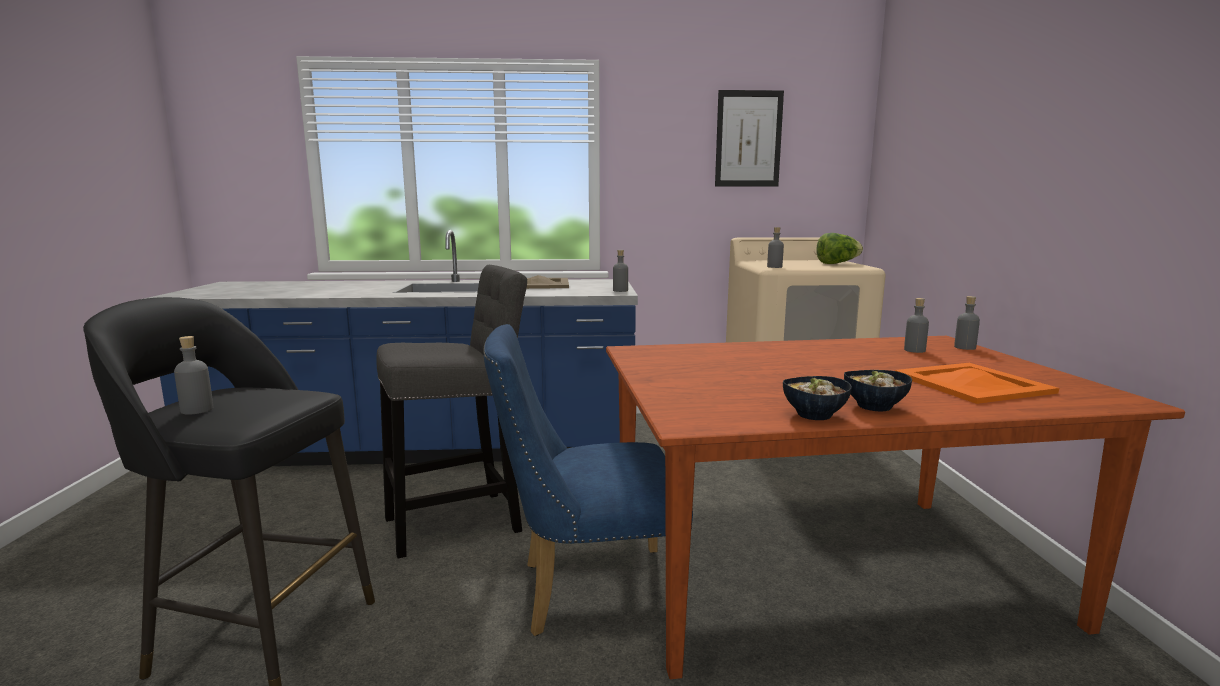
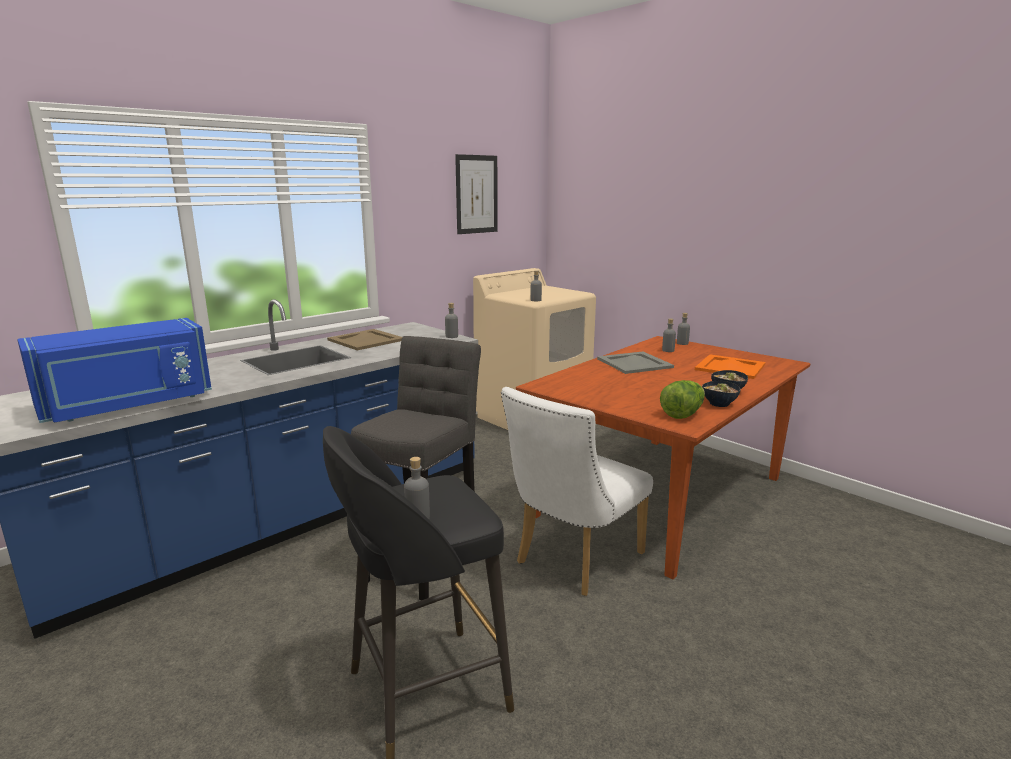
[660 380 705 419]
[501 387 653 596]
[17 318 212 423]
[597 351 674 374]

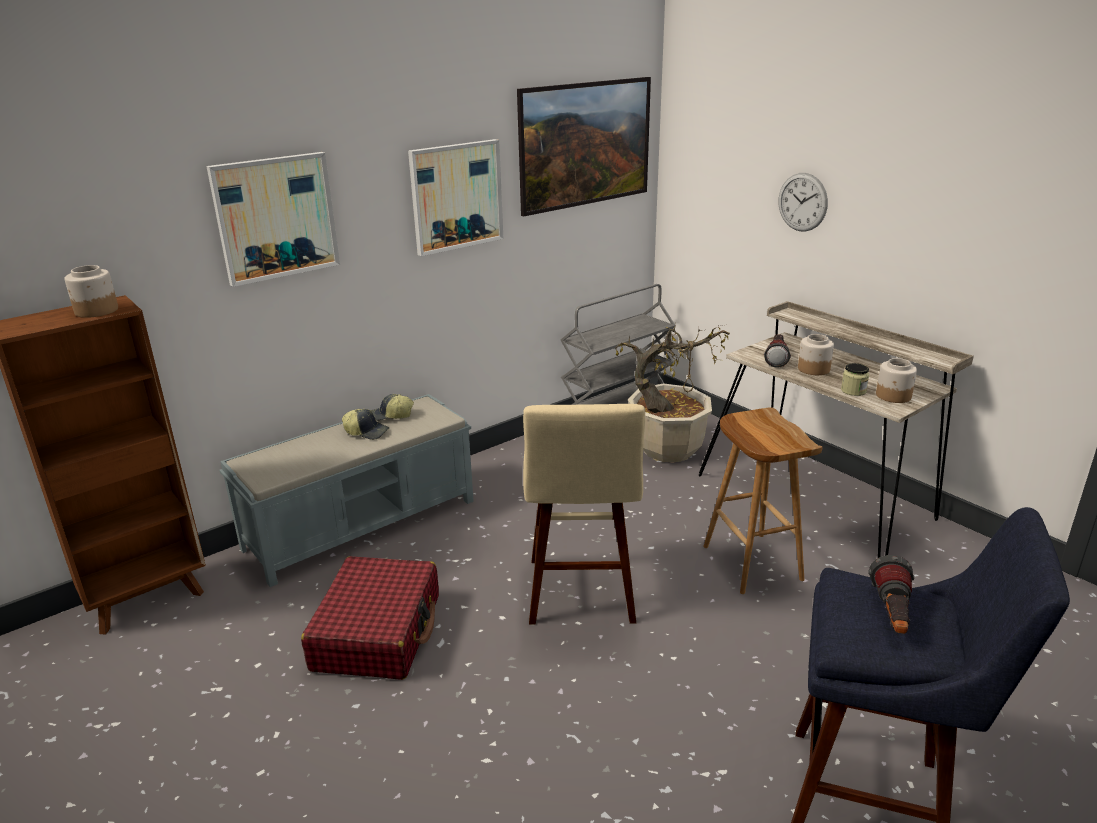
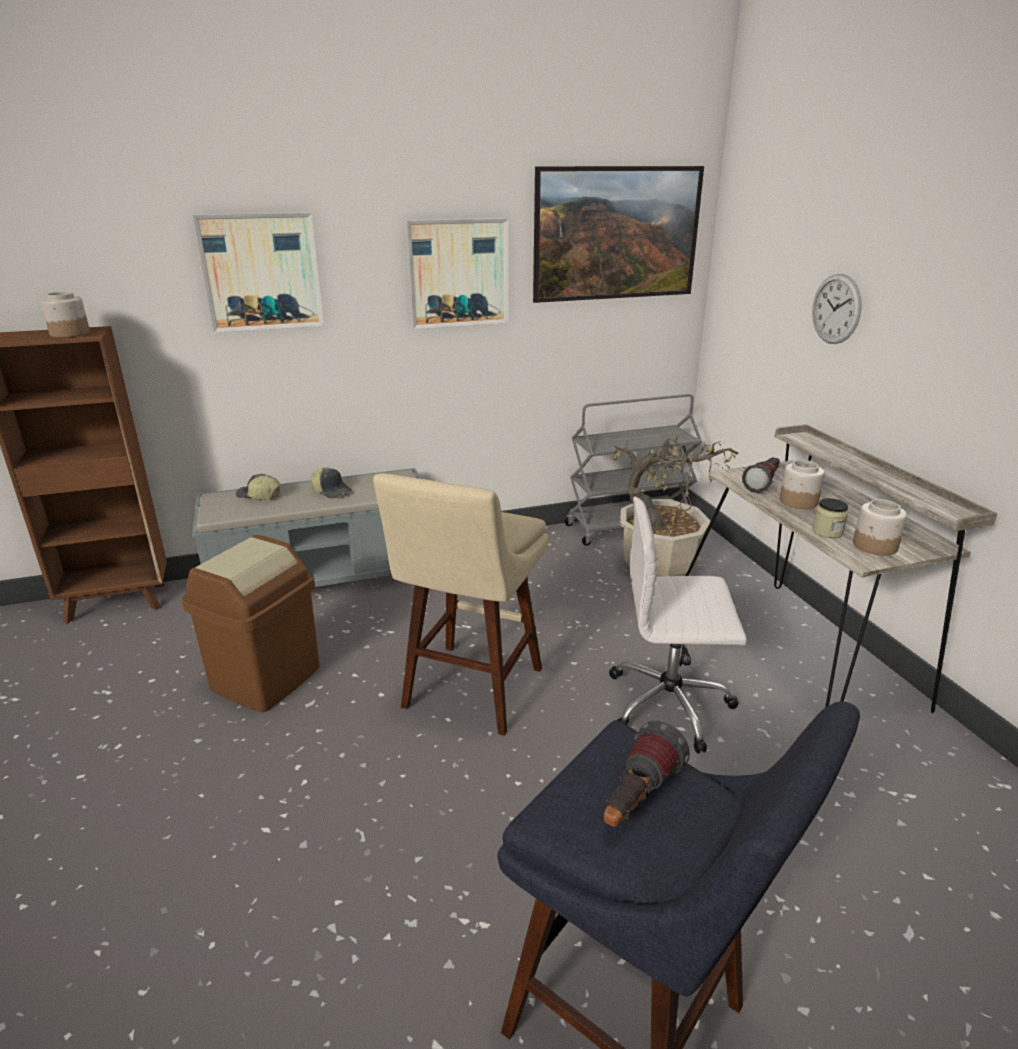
[236 474 280 500]
[609 496 747 754]
[182 535 320 712]

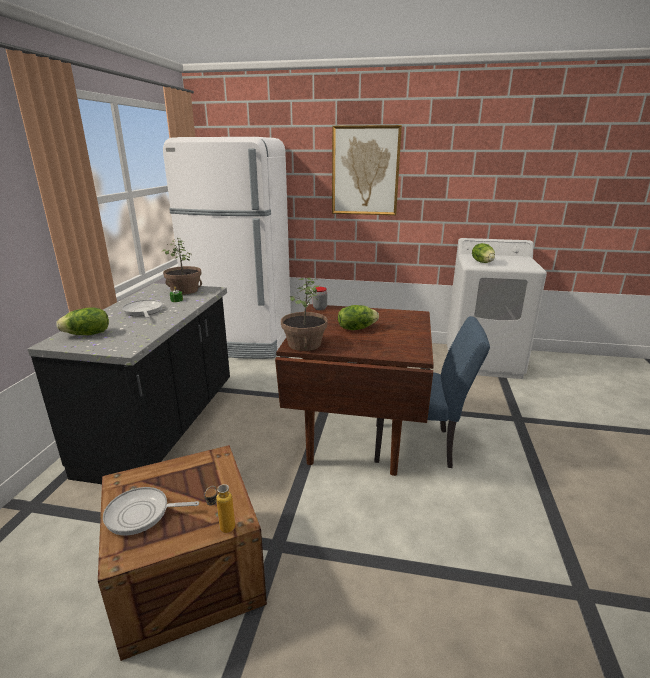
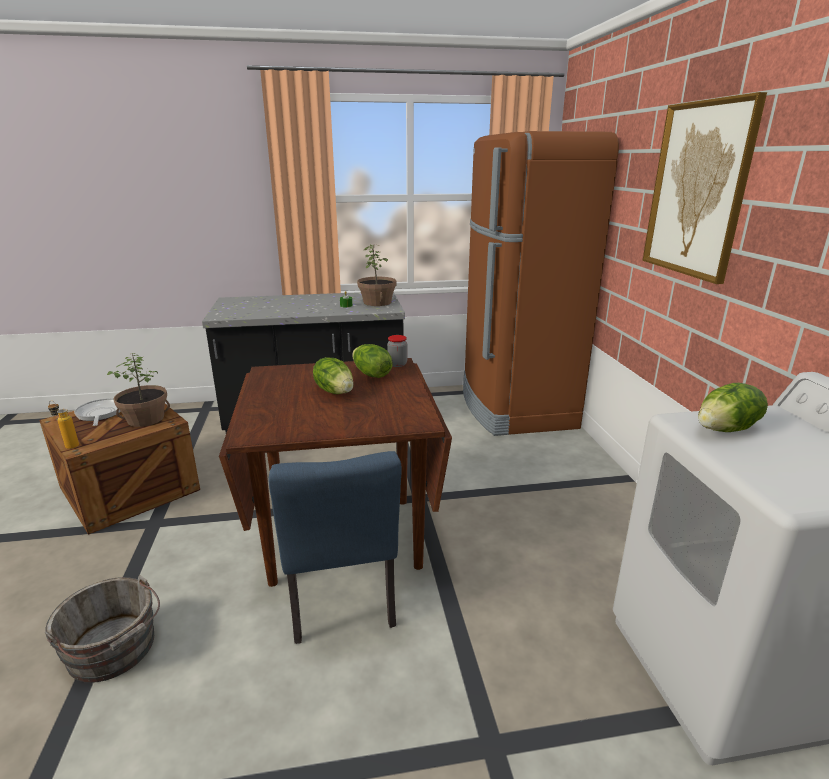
[463 131 619 436]
[107 353 170 427]
[122 300 163 318] (first image)
[352 344 392 378]
[45 575 160 683]

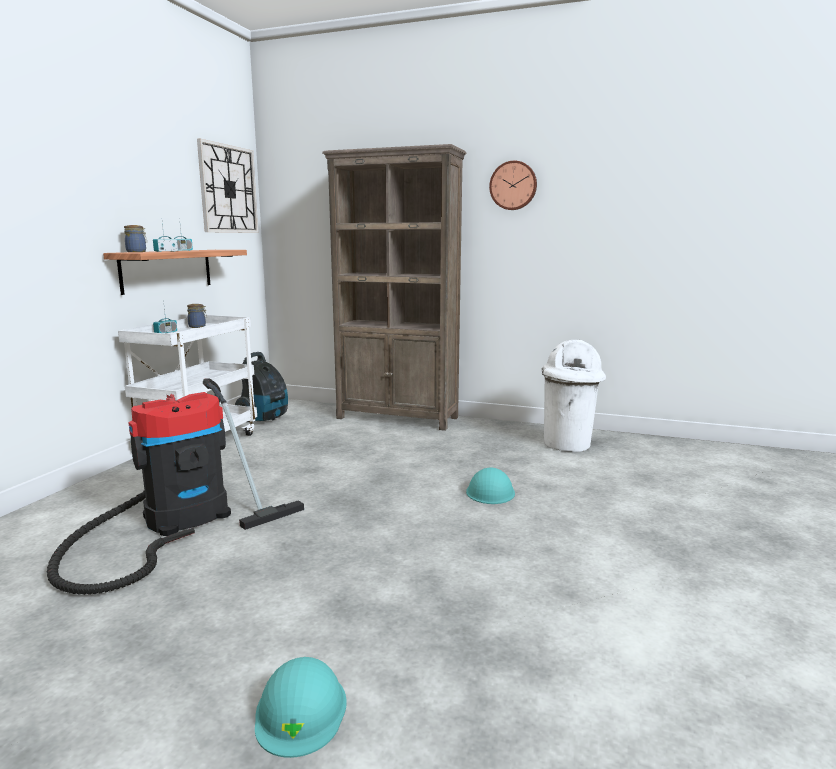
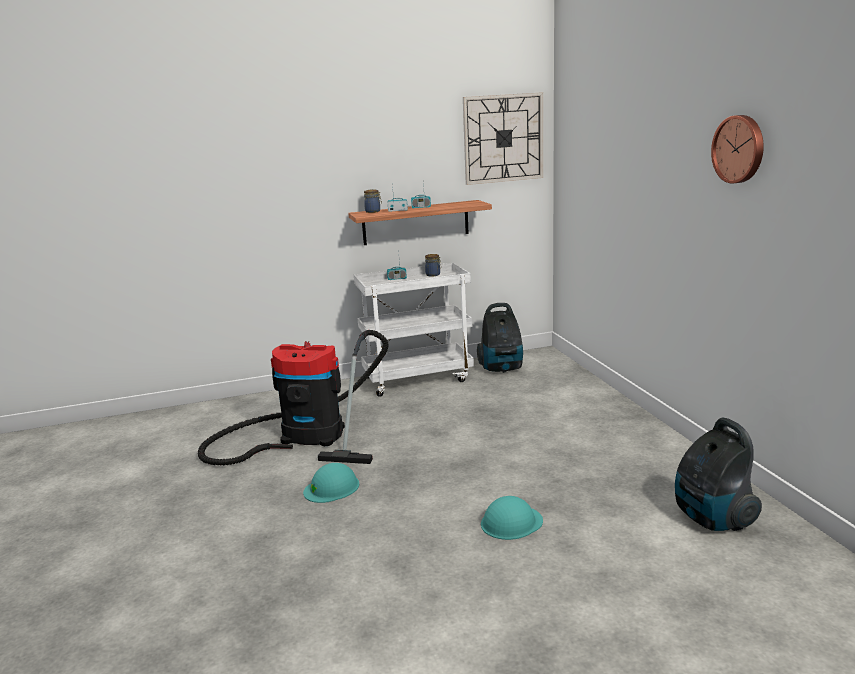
[322 144 466 431] (first image)
[675 418 762 531]
[303 463 359 503]

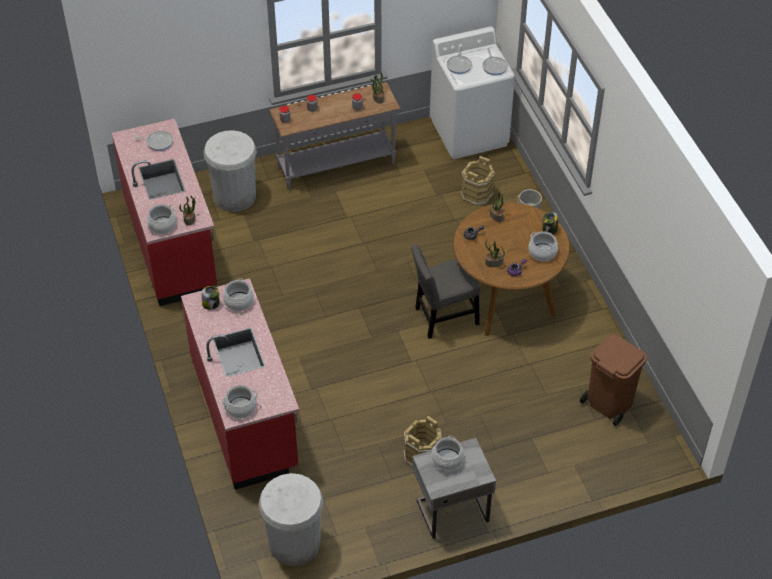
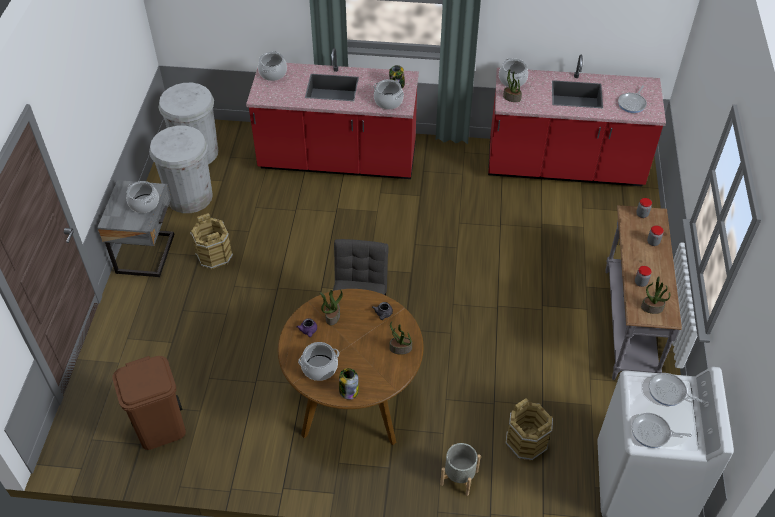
[149 126 213 213]

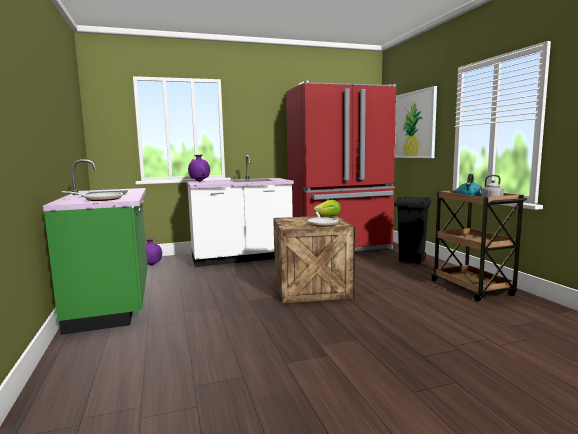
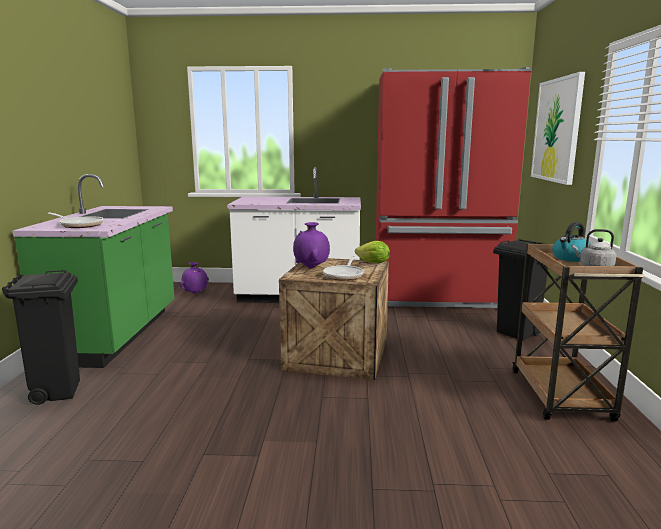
[293 222 330 269]
[2 270 80 405]

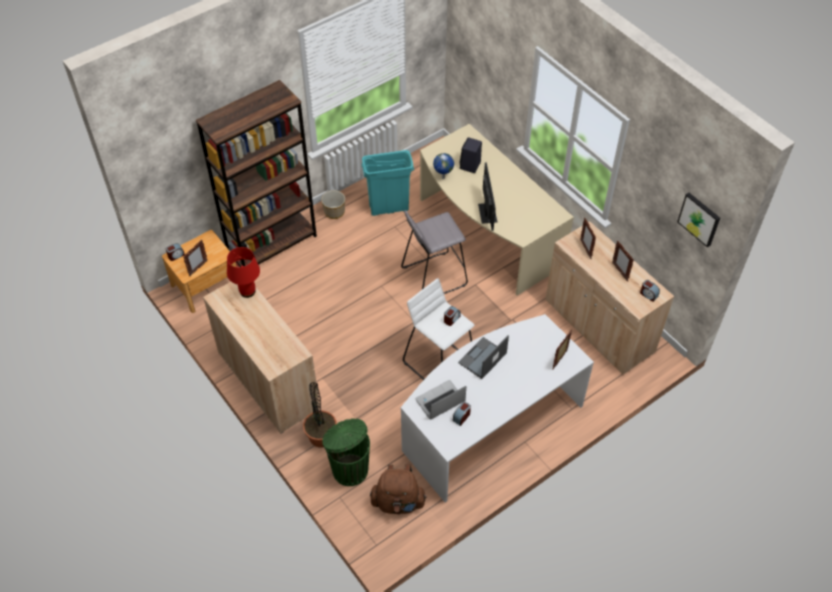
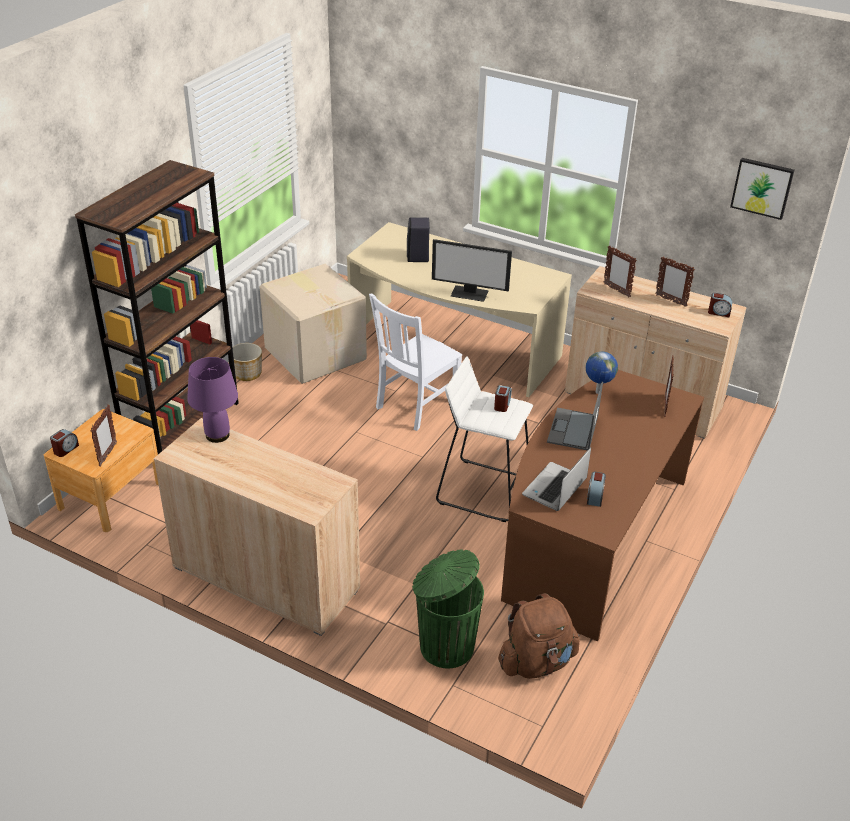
[260 264 367 384]
[586 351 618 394]
[432 239 512 302]
[369 294 462 431]
[187 357 238 443]
[501 370 704 641]
[303 382 337 448] (first image)

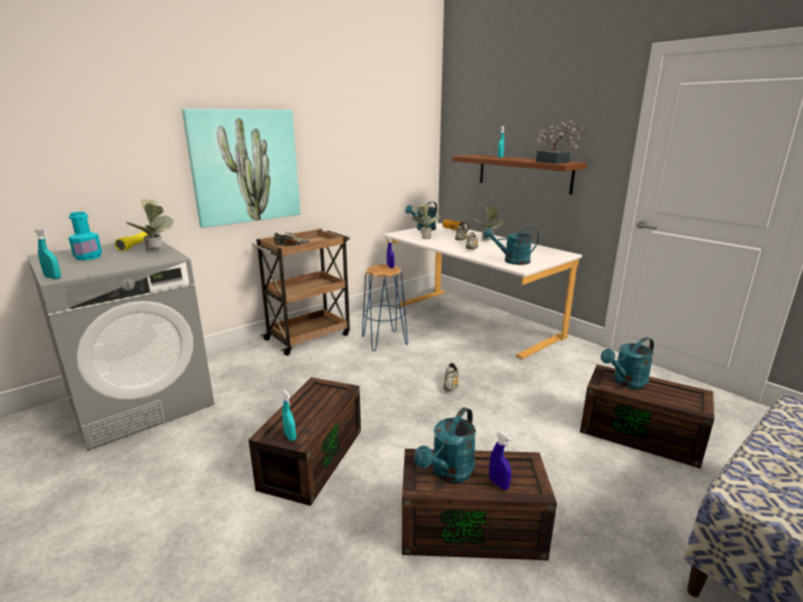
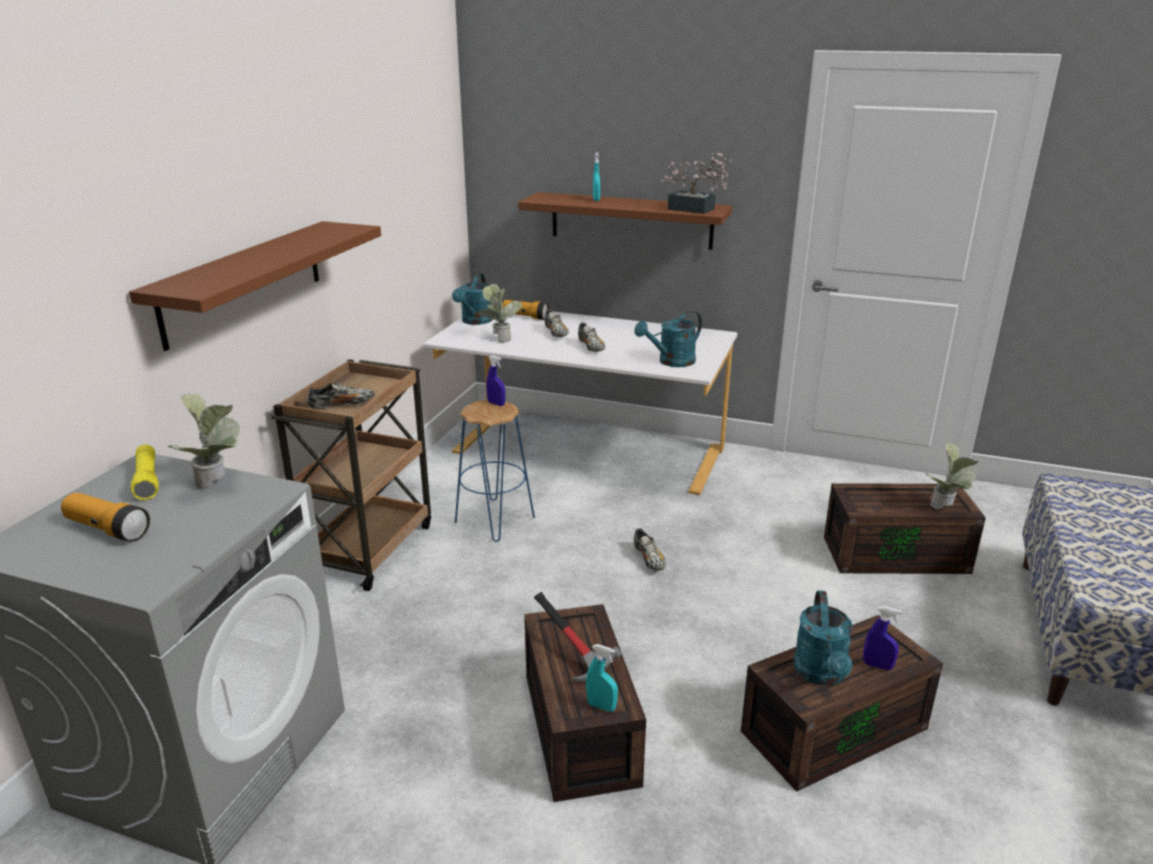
[129 221 381 351]
[925 442 979 510]
[61 493 150 542]
[35 228 61 279] (first image)
[601 337 654 389] (first image)
[534 592 622 682]

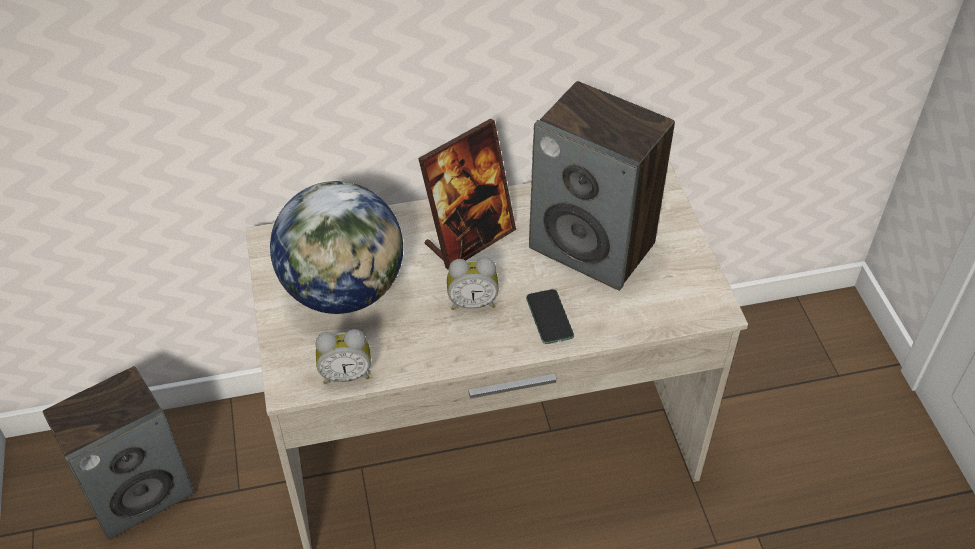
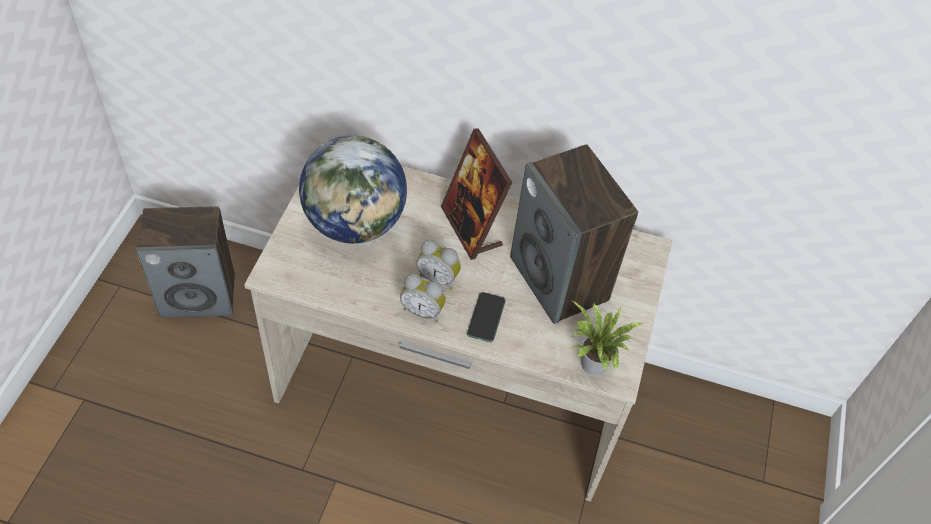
[441 128 513 260]
[400 274 446 322]
[570 300 644 375]

